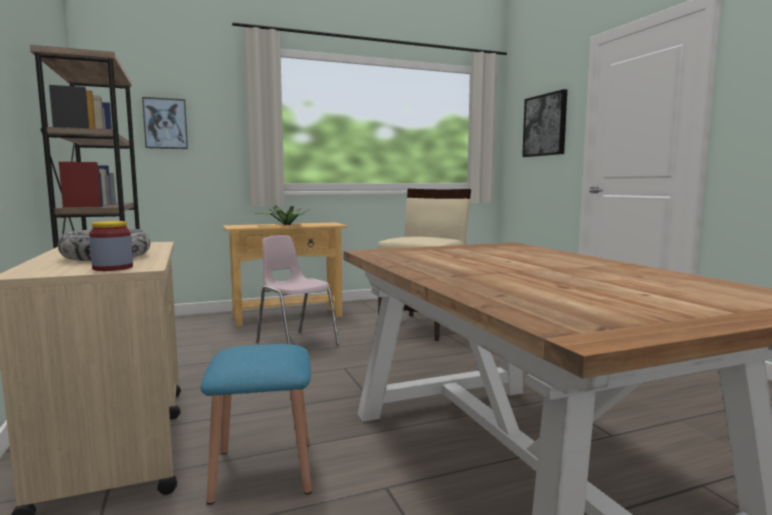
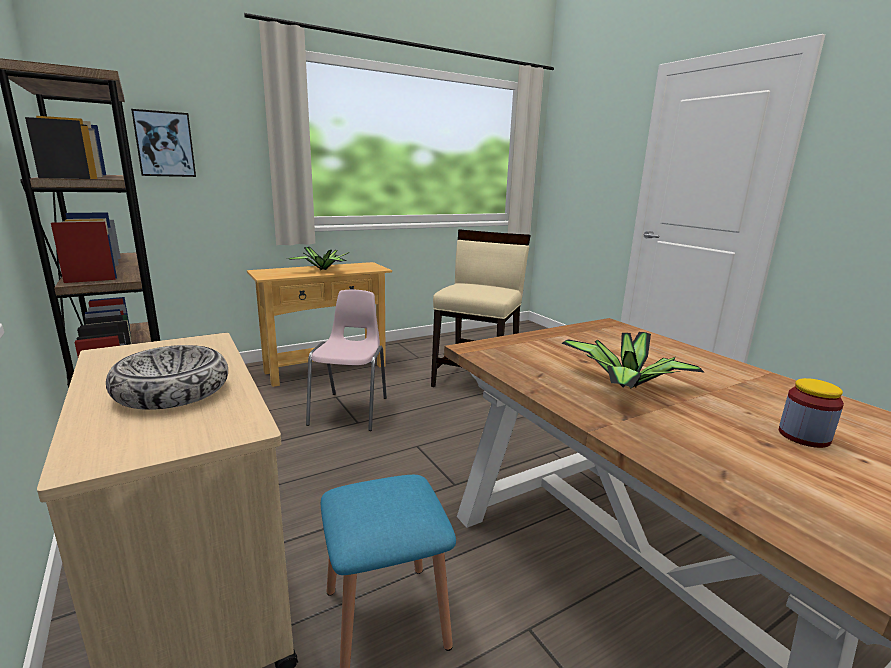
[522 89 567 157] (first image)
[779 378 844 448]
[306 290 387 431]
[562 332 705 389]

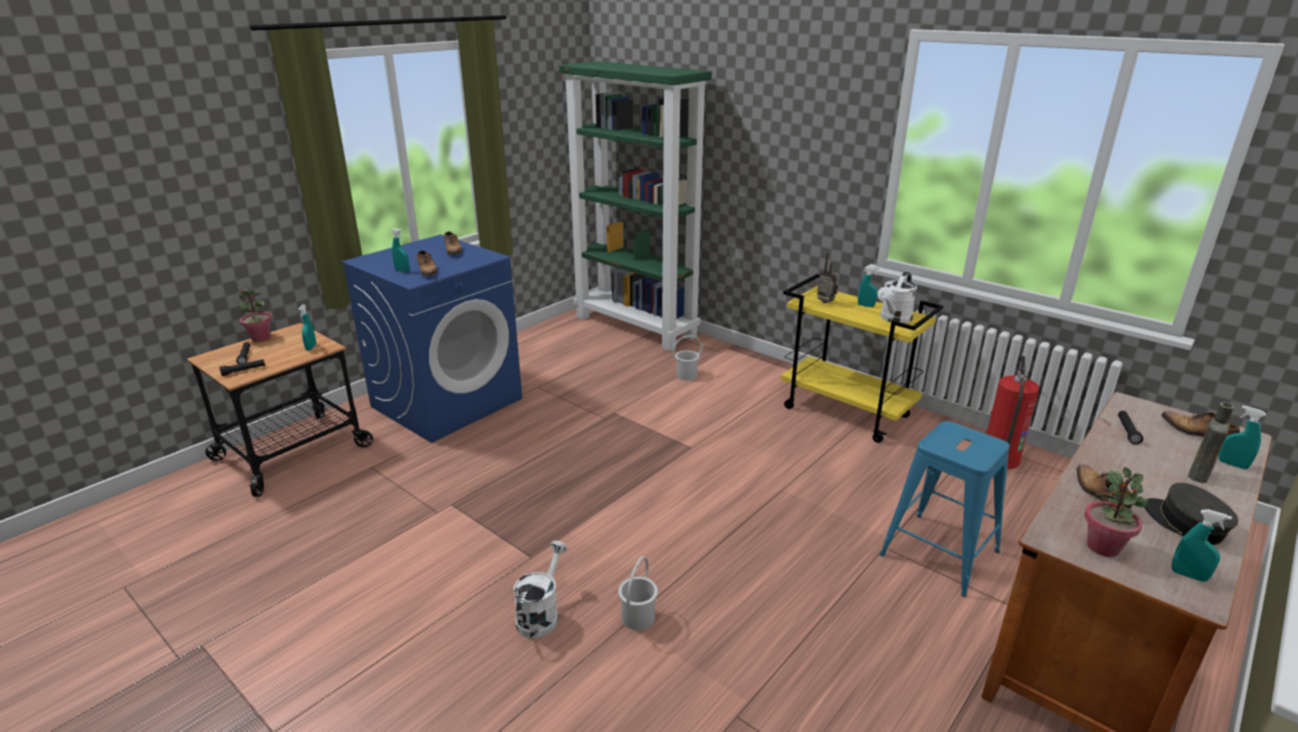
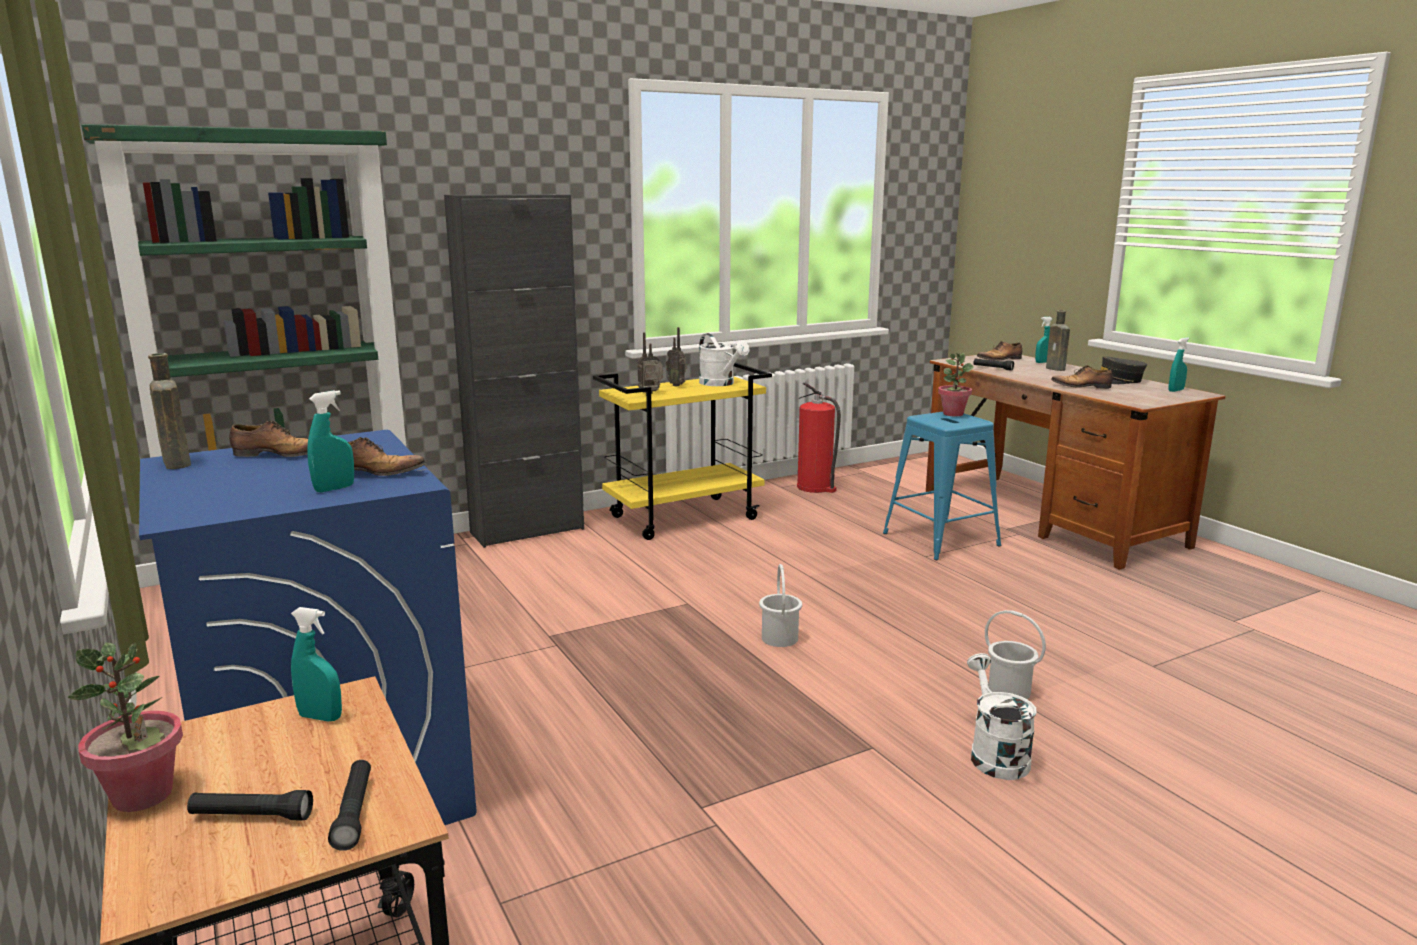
[666 327 687 387]
[759 564 802 647]
[938 353 974 417]
[967 653 1037 780]
[444 194 584 548]
[148 353 191 469]

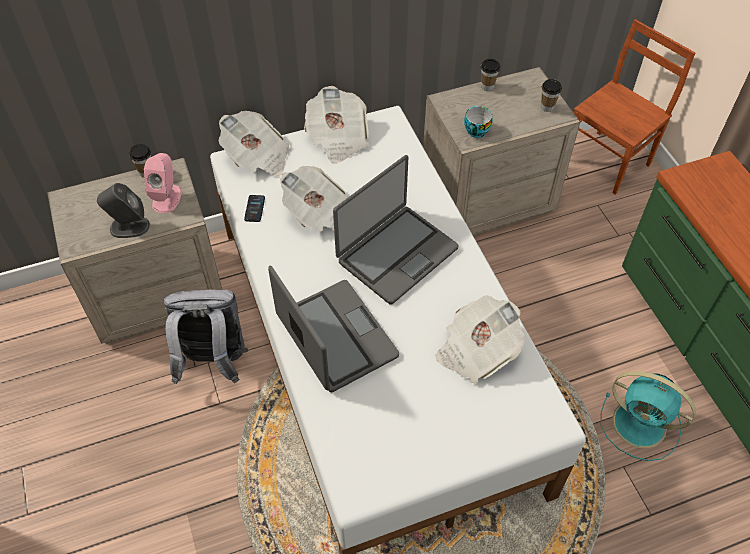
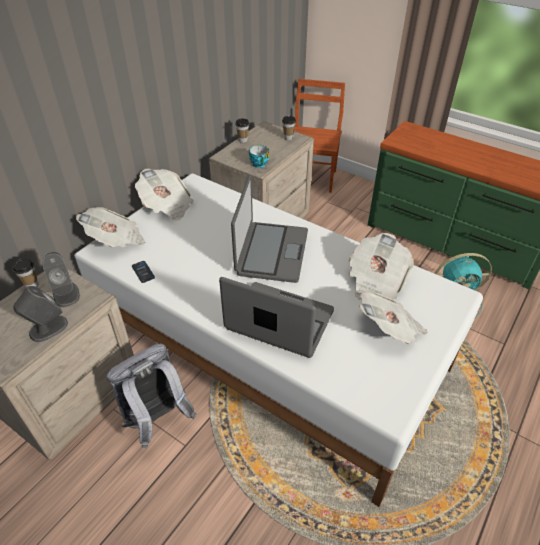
[43 252 80 307]
[359 290 428 344]

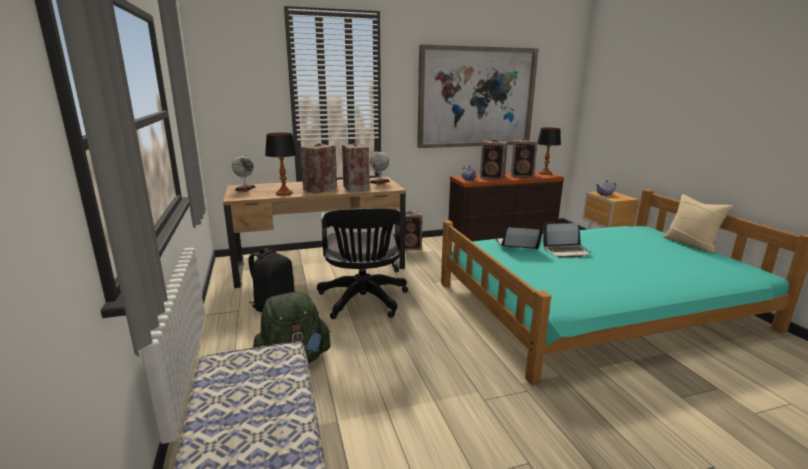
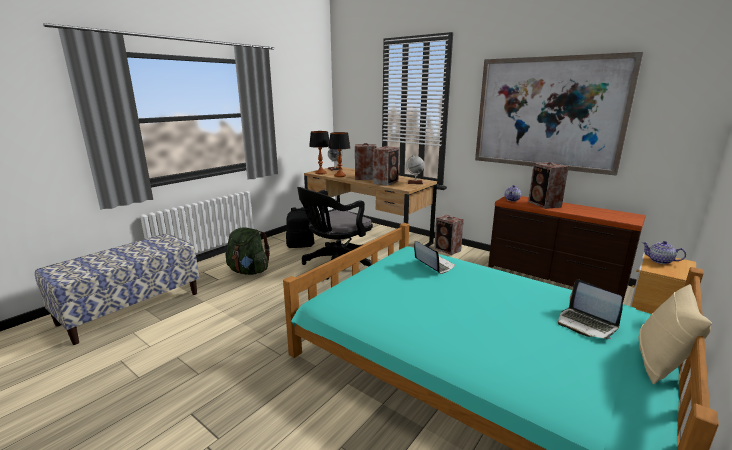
[309 131 329 174]
[511 139 538 178] (first image)
[558 279 623 339]

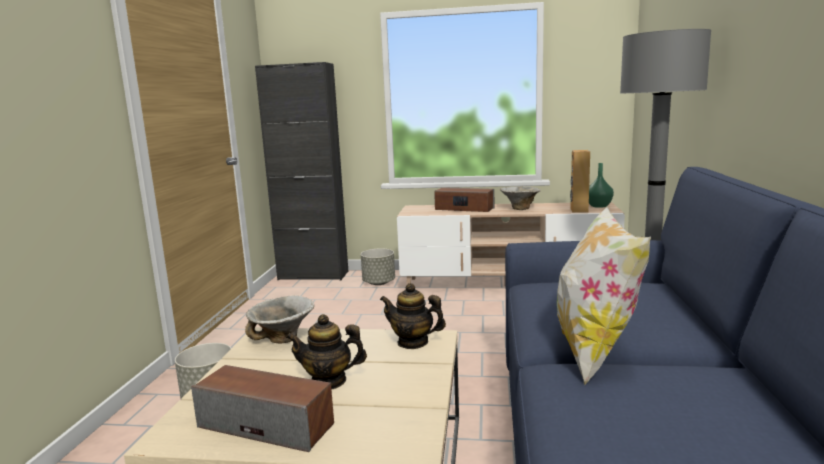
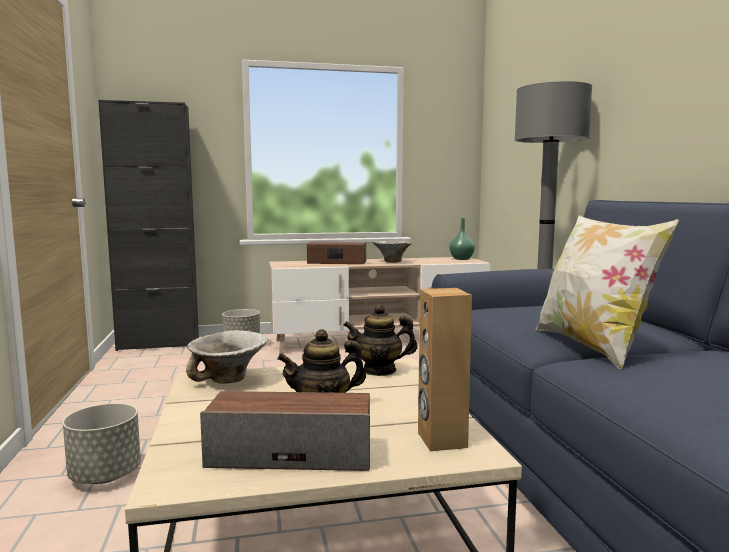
[418 288 472 451]

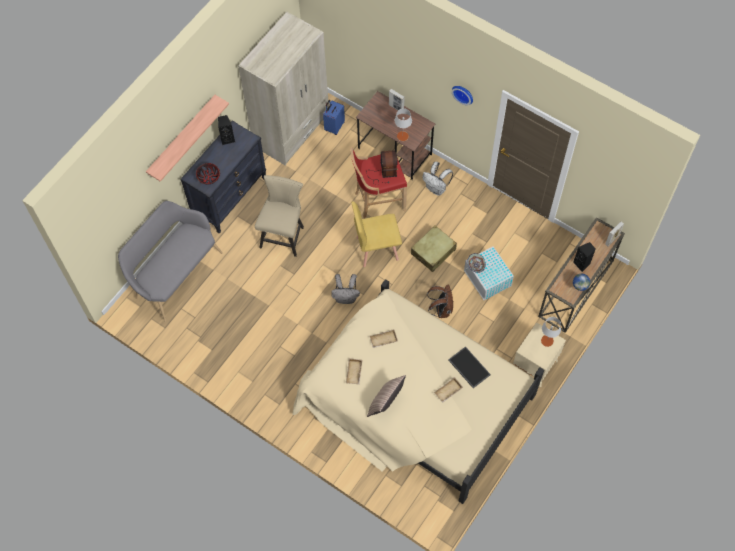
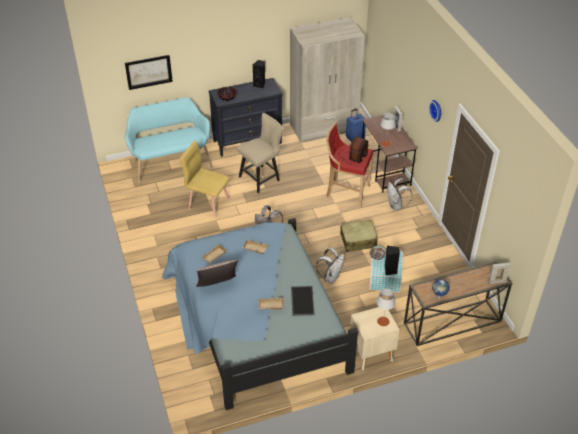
[146 95 229 182] (first image)
[125 98 212 184]
[180 141 230 218]
[385 246 400 275]
[162 218 358 410]
[316 248 344 284]
[125 55 173 90]

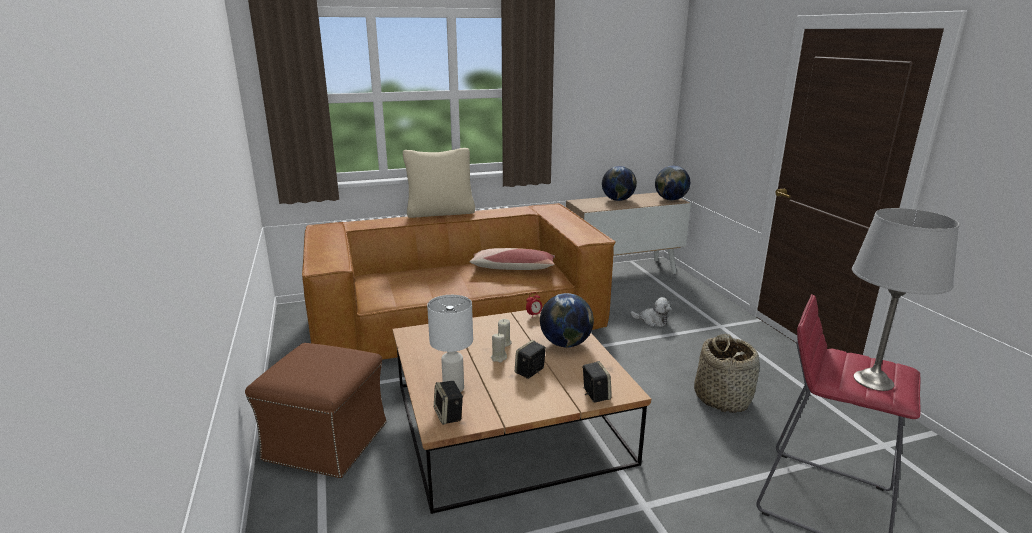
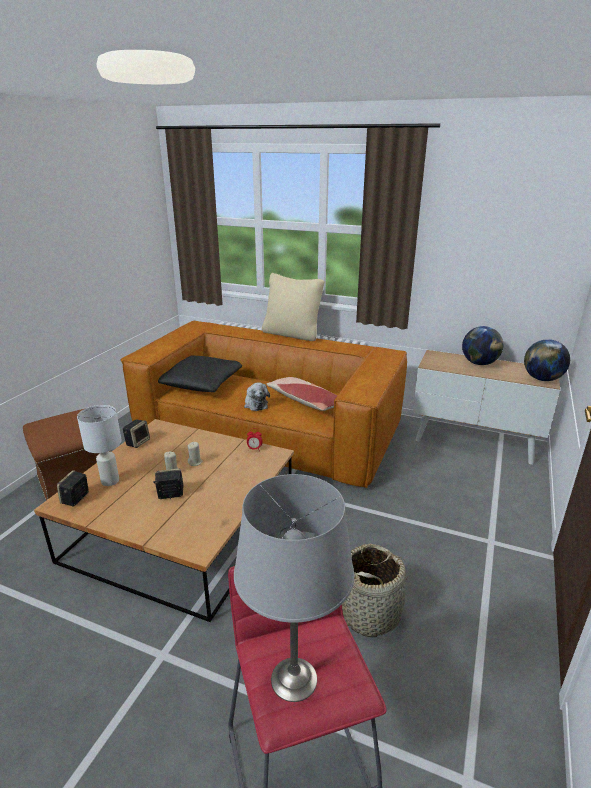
[540 293 594 347] (first image)
[244 383 270 411]
[123 419 150 448]
[158 355 242 392]

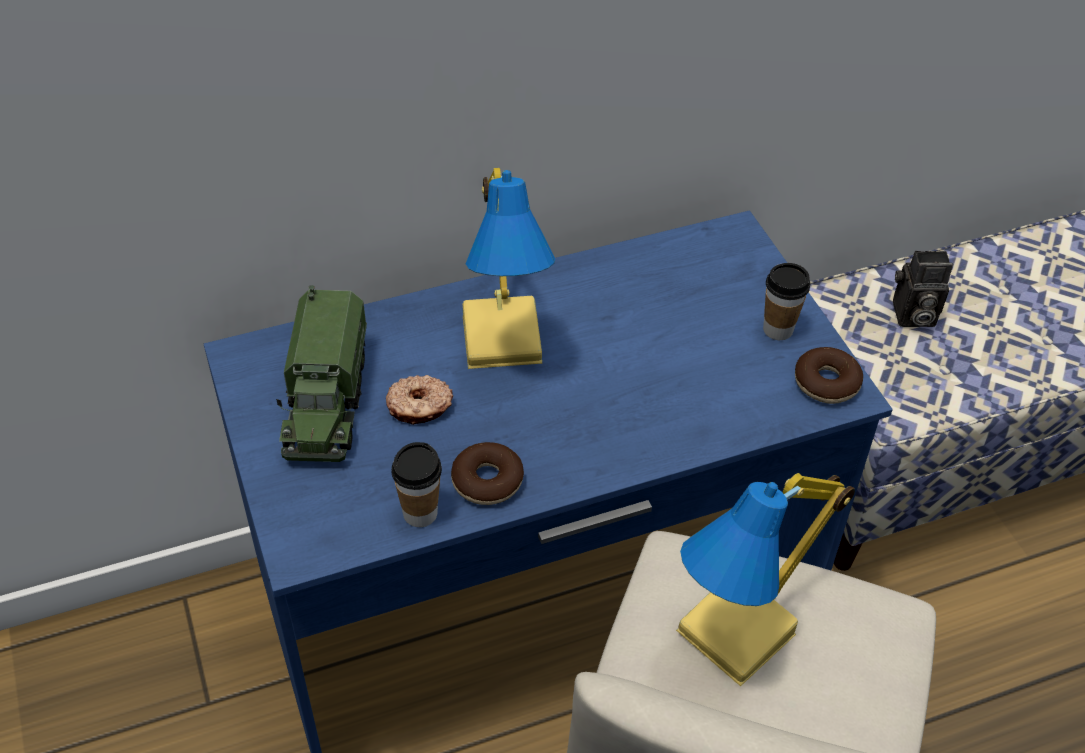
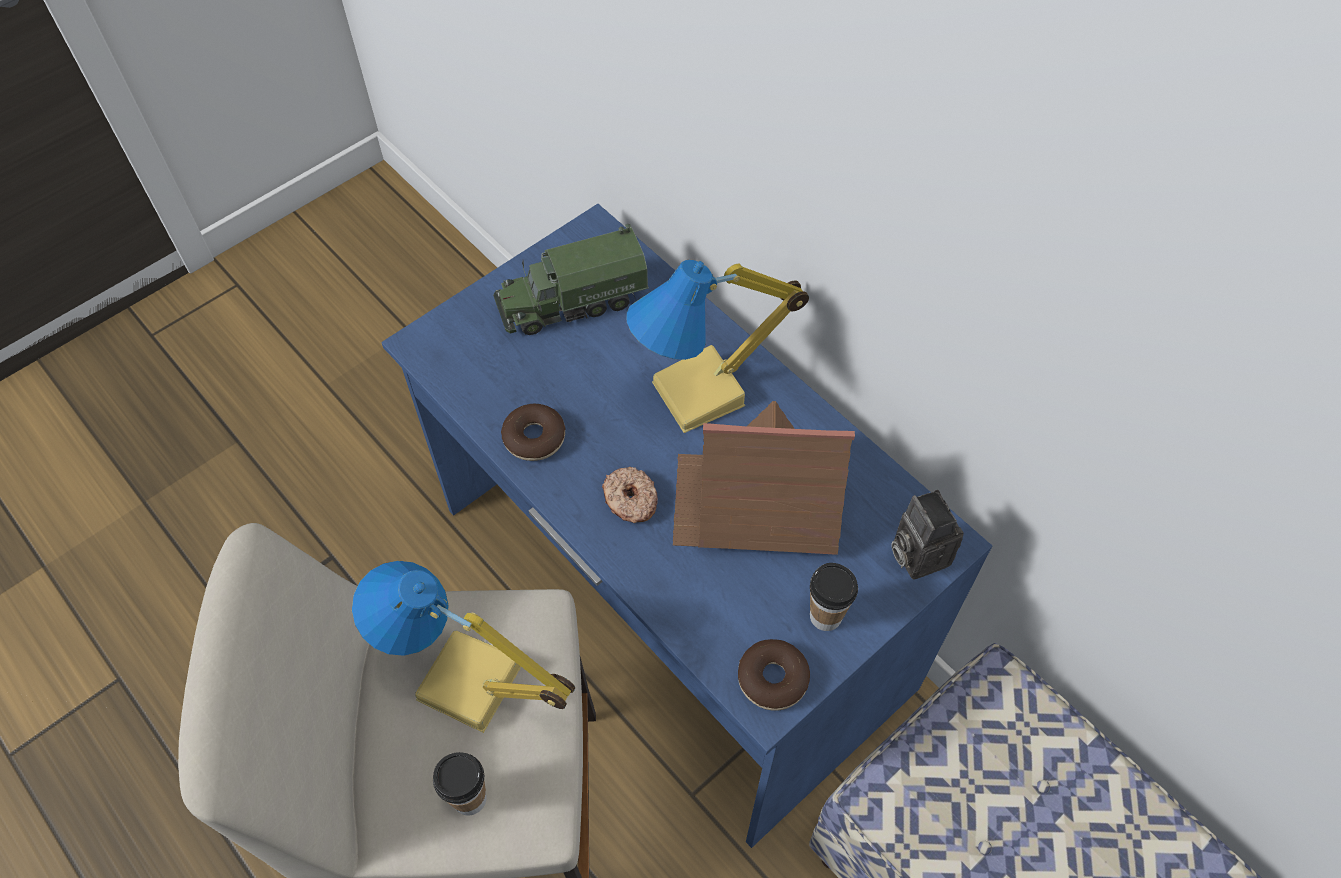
[891 490 964 580]
[602 467 658 523]
[433 752 487 816]
[673 401 855 555]

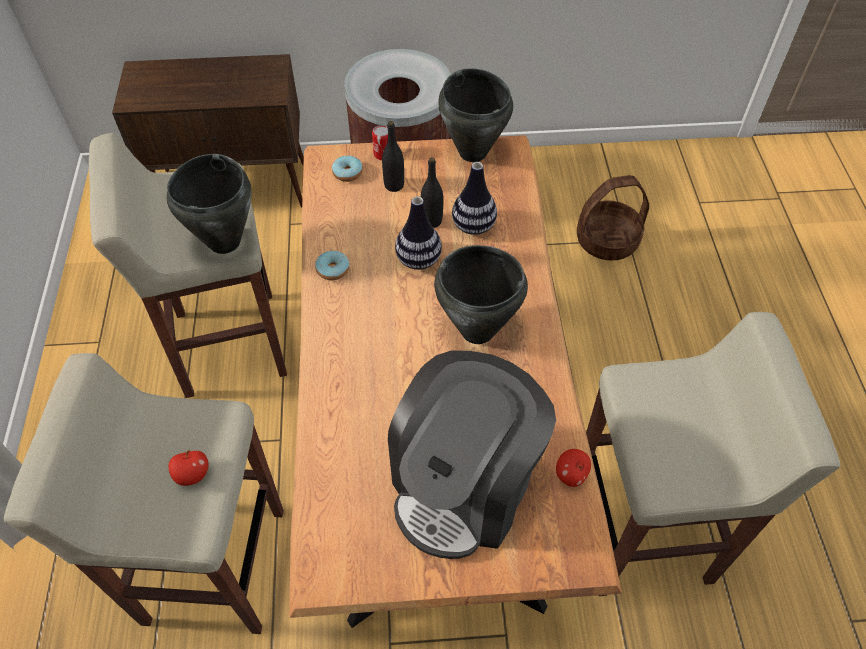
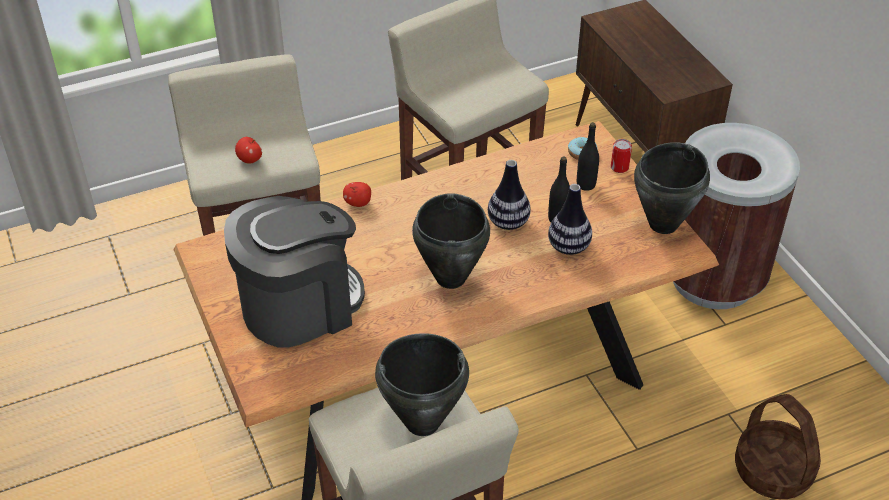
[375 333 469 436]
[315 250 349 280] (first image)
[224 196 365 348]
[343 182 371 207]

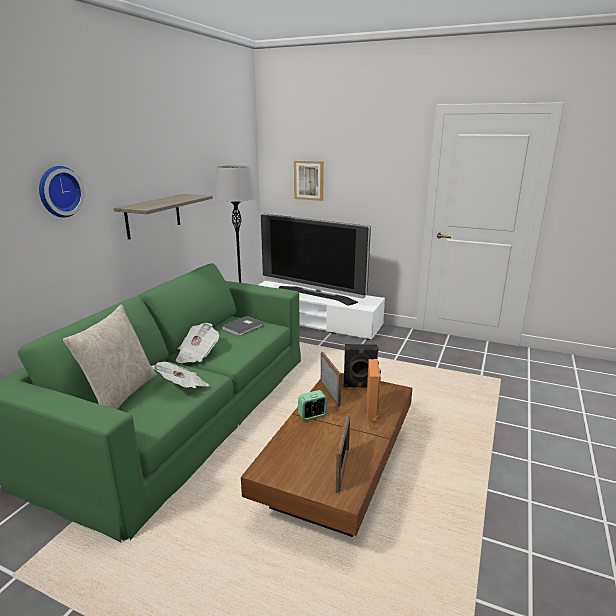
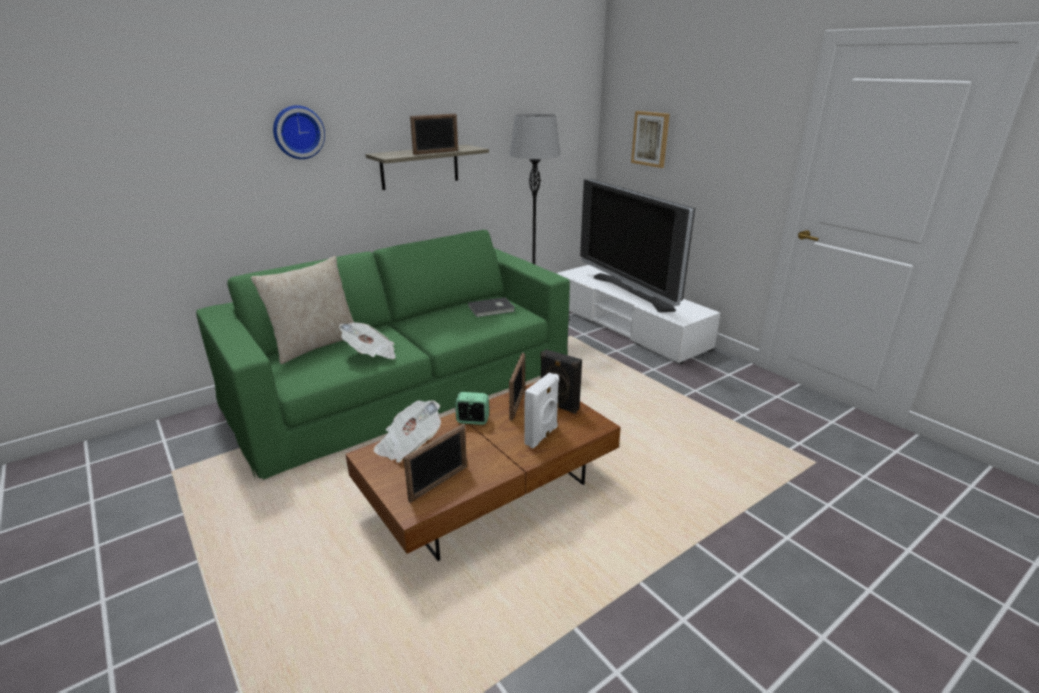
[374 400 441 463]
[524 373 559 448]
[410 114 458 155]

